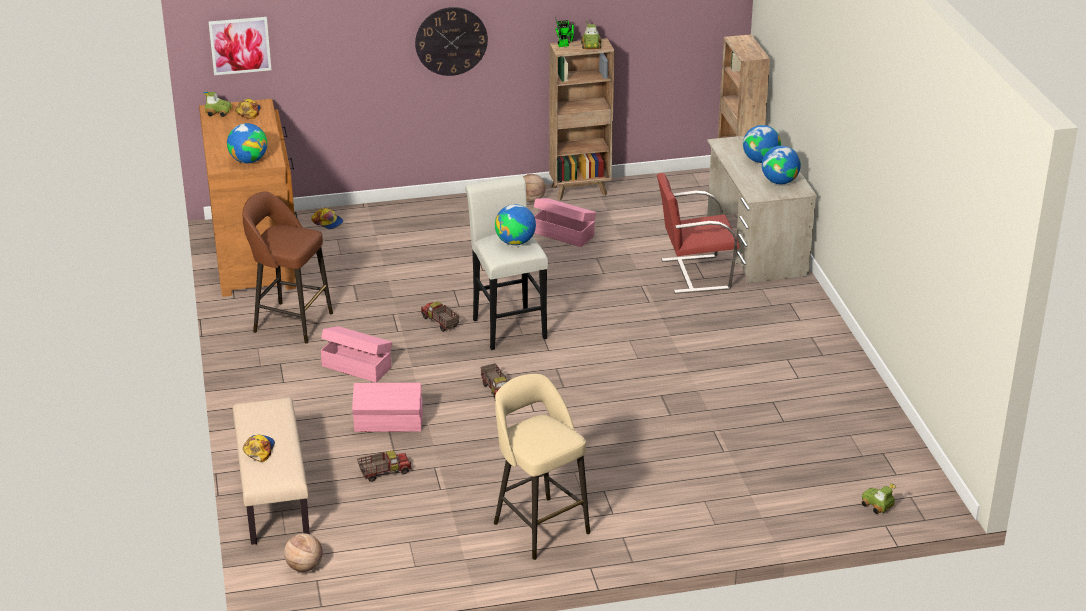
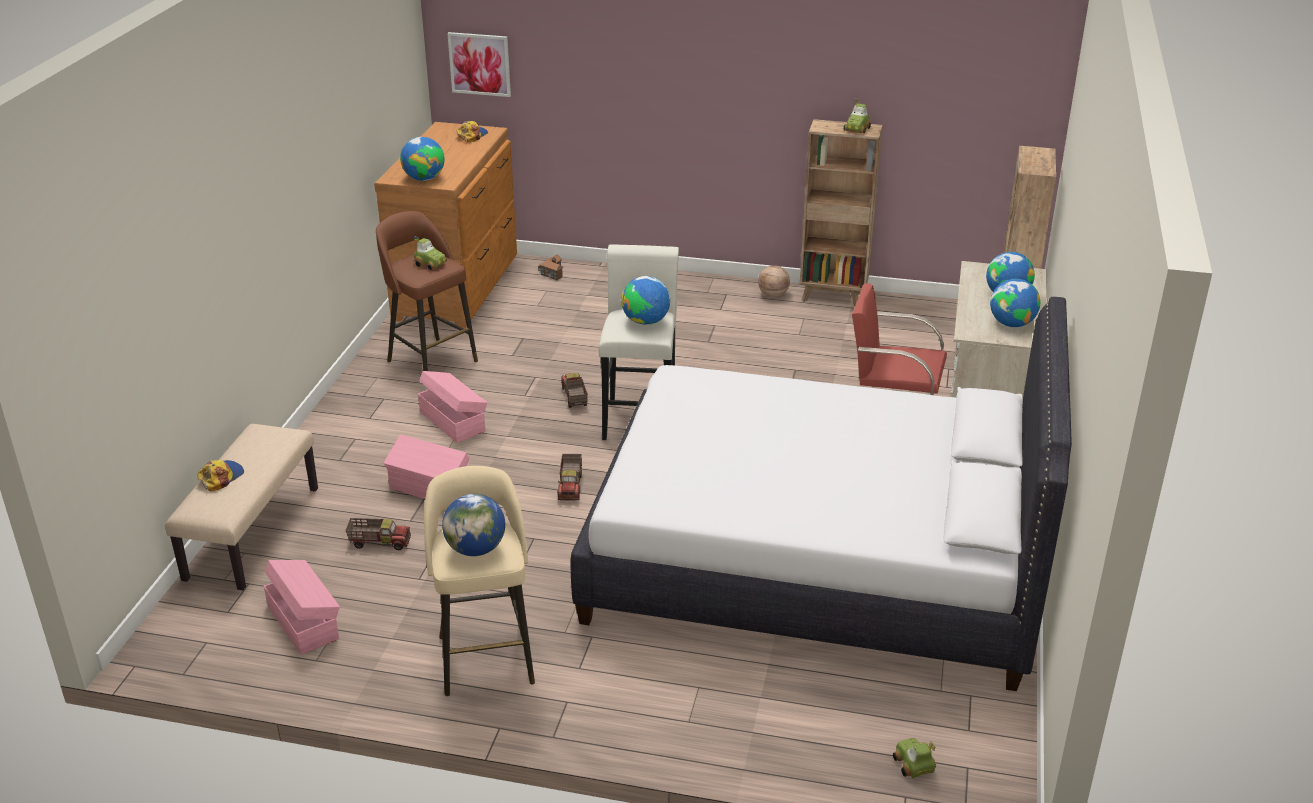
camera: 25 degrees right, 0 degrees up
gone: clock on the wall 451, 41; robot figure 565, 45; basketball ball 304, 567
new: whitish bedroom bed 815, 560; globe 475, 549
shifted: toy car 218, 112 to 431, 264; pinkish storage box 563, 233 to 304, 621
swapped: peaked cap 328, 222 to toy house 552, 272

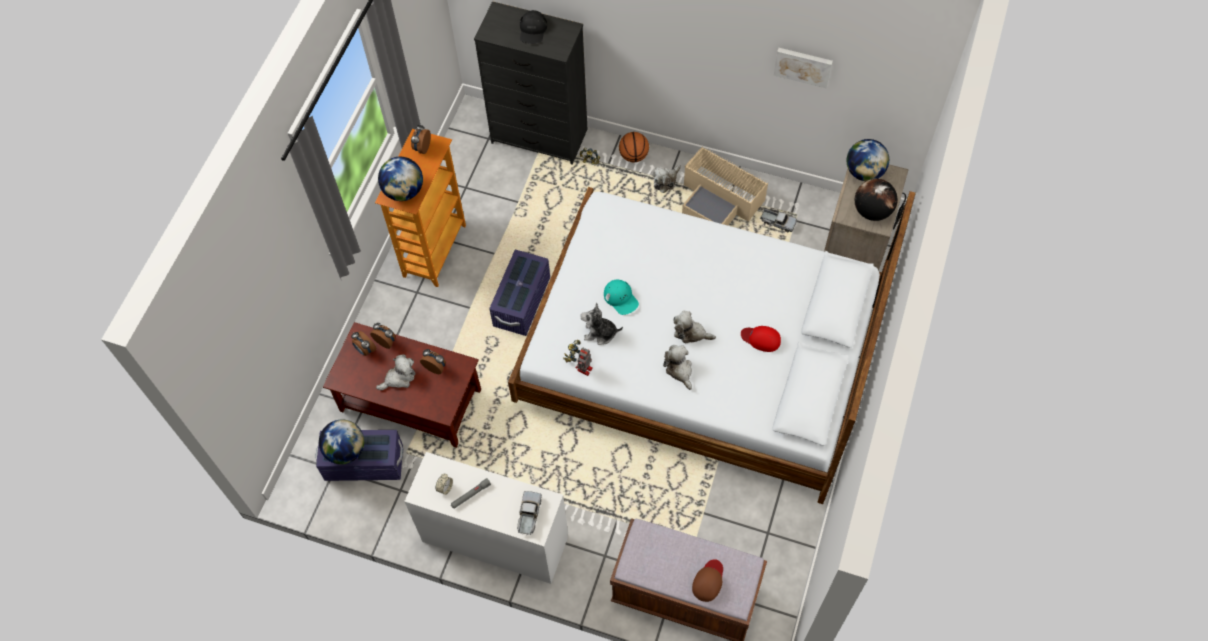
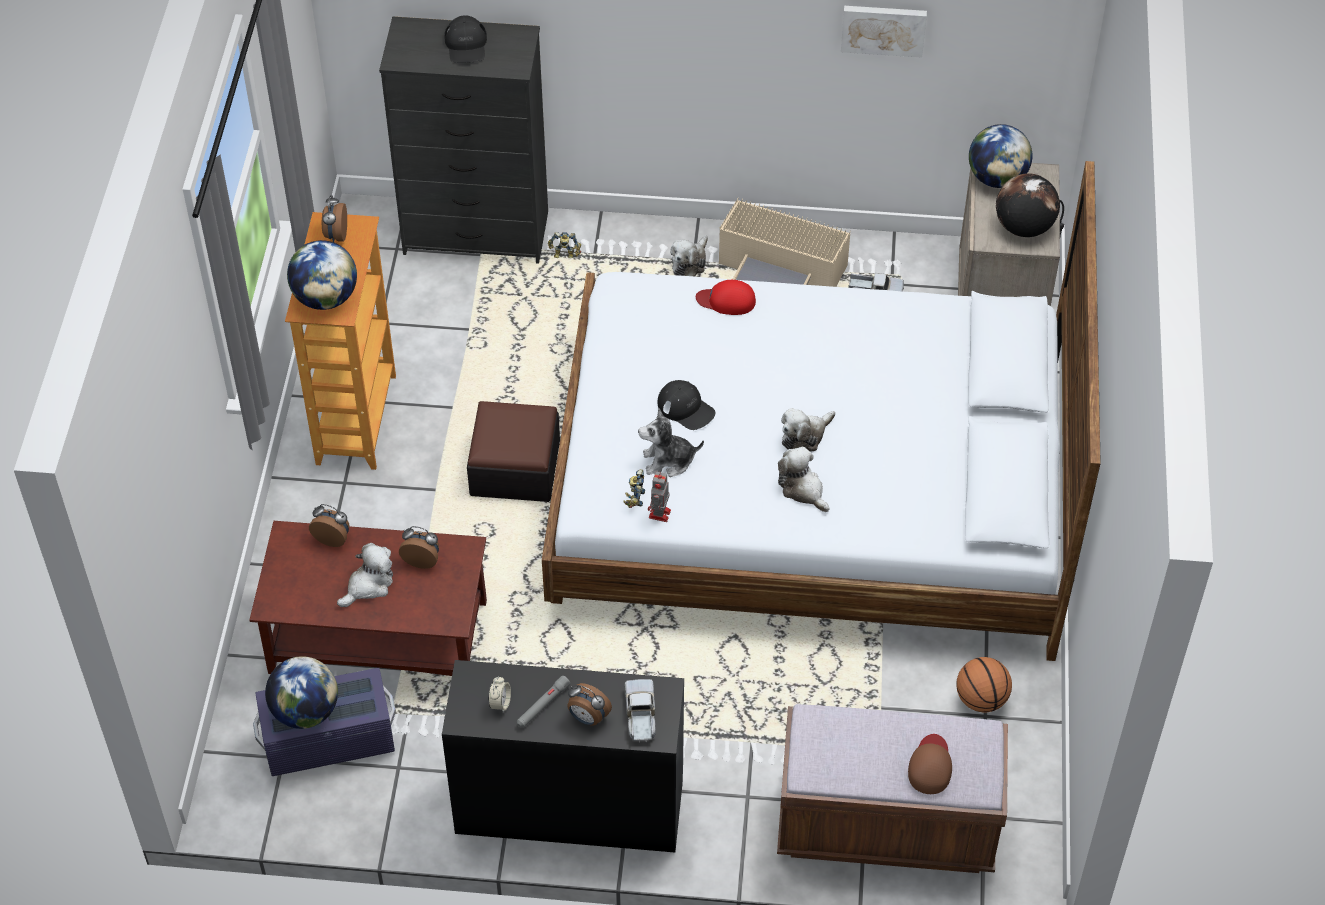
camera: 15 degrees left, 10 degrees down
shifted: basketball ball 633, 156 to 981, 699; red peaked cap 761, 339 to 727, 300; table clock 365, 350 to 588, 718
swapped: purplish storage box 521, 302 to ottoman 515, 468
repainted: turquoise-coloured peaked cap 621, 298 to black peaked cap 686, 408; whitish desk 495, 539 to black desk 569, 807
rotated: plush toy 691, 333 = 805, 436 45 degrees counterclockwise

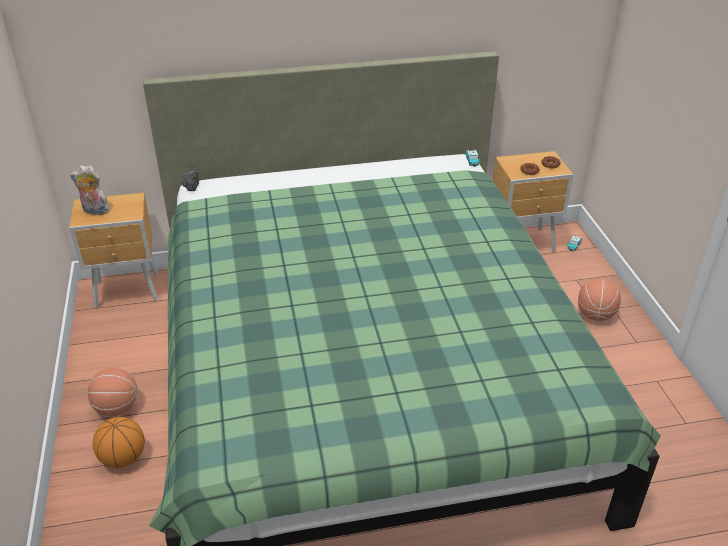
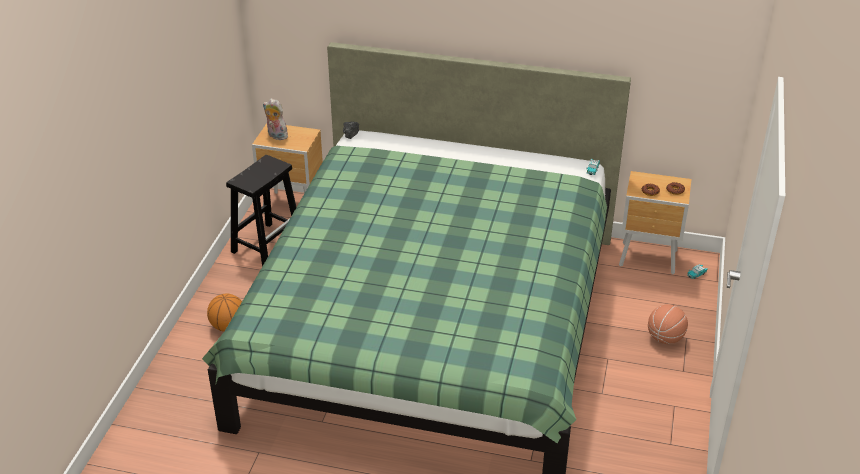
camera: 25 degrees right, 0 degrees up
gone: basketball ball 116, 407
new: black sitting stool 268, 244

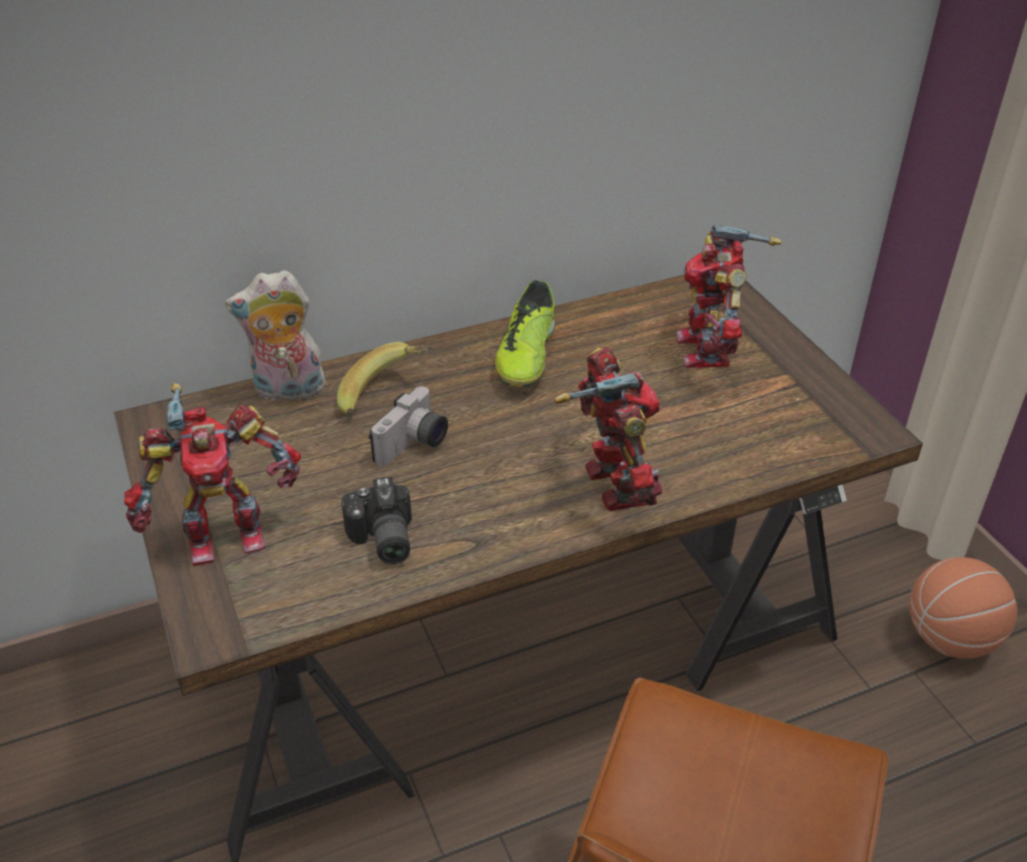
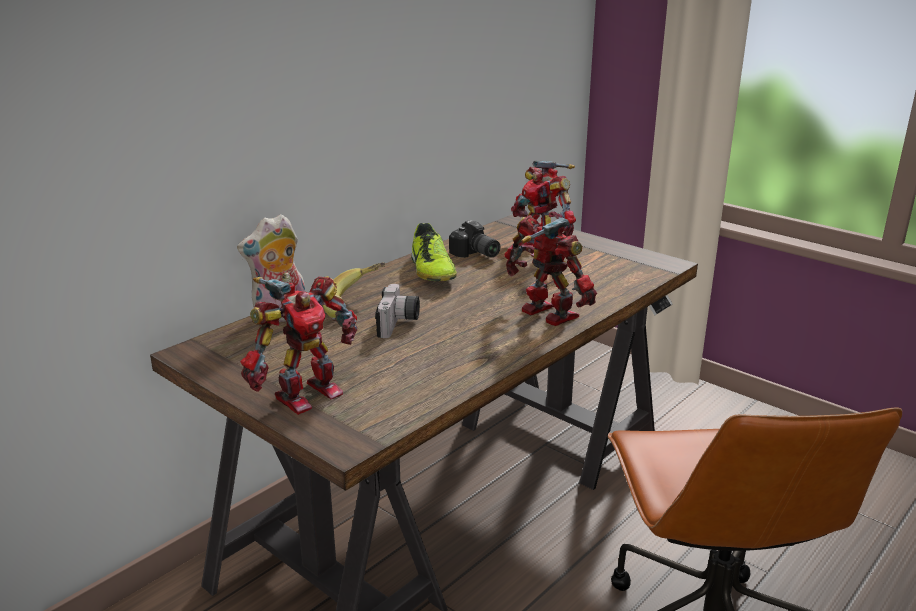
camera: 25 degrees left, 15 degrees down
gone: basketball ball 950, 638
shifted: still camera 381, 540 to 475, 254

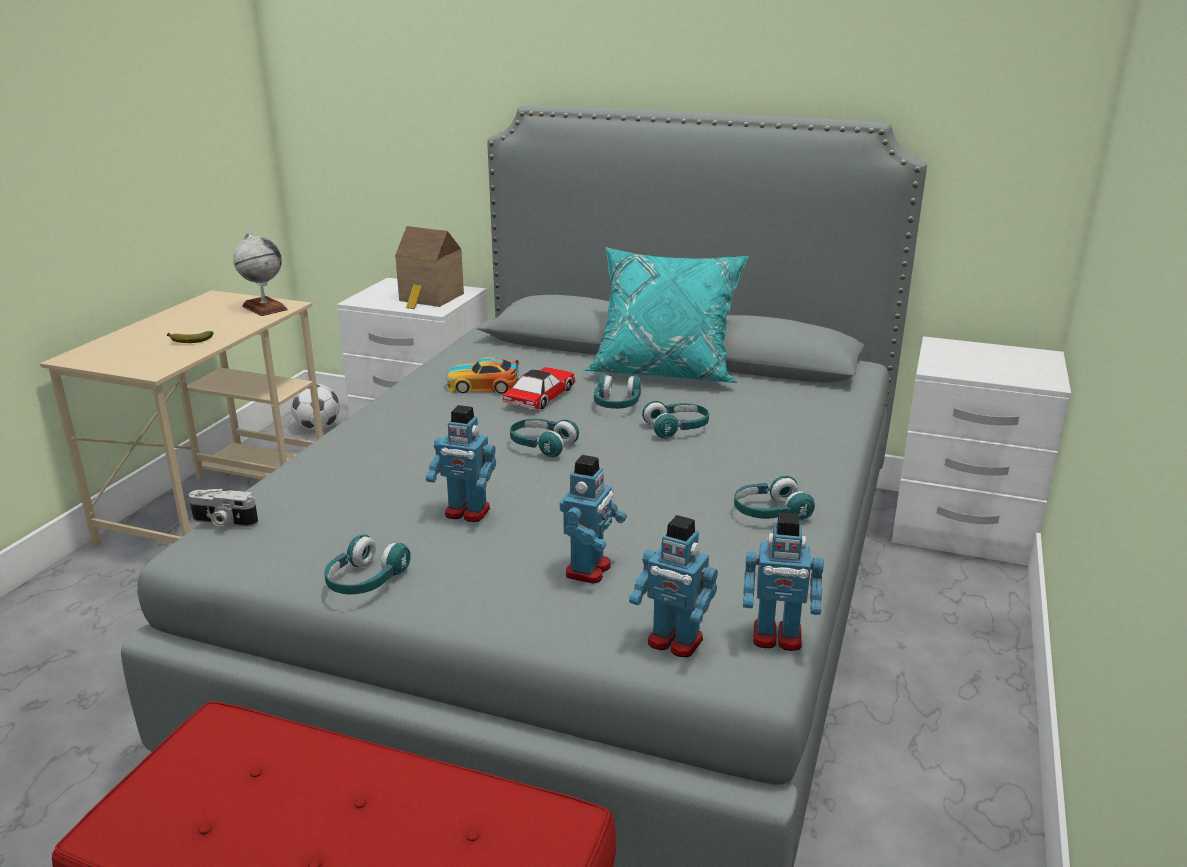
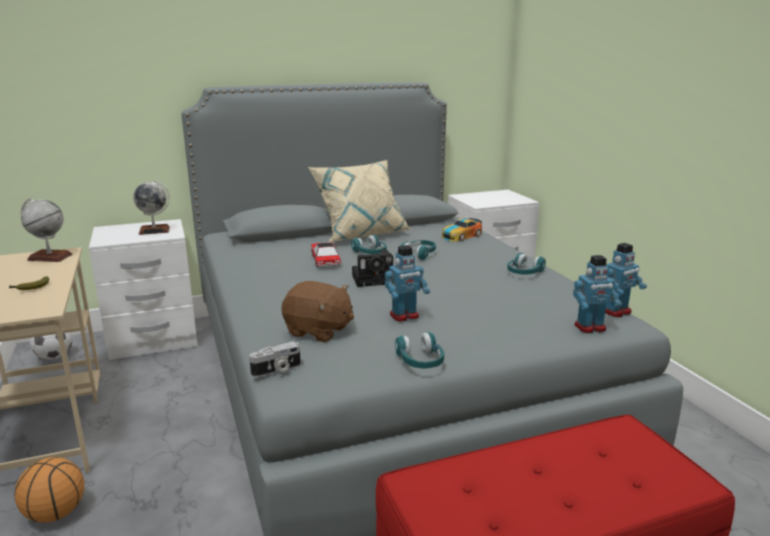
camera: 40 degrees left, 5 degrees down
gone: robot figure 589, 570
new: brown-coloured plush toy 318, 331; basketball ball 55, 513
shifted: toy car 483, 386 to 461, 236
swapped: toy house 430, 298 to globe 154, 230; turquoise-coloured pair of headphones 542, 446 to still camera 375, 279
repainted: turquoise-coloured pillow 665, 370 to beige-coloured pillow 361, 234

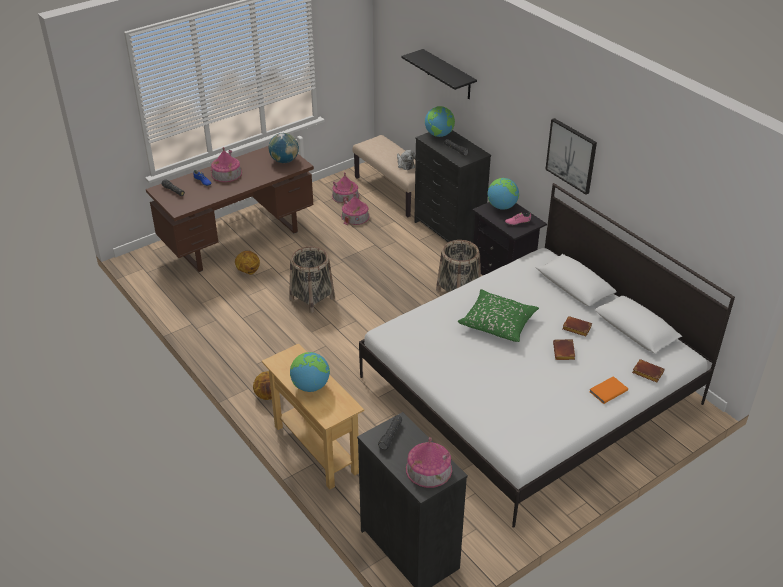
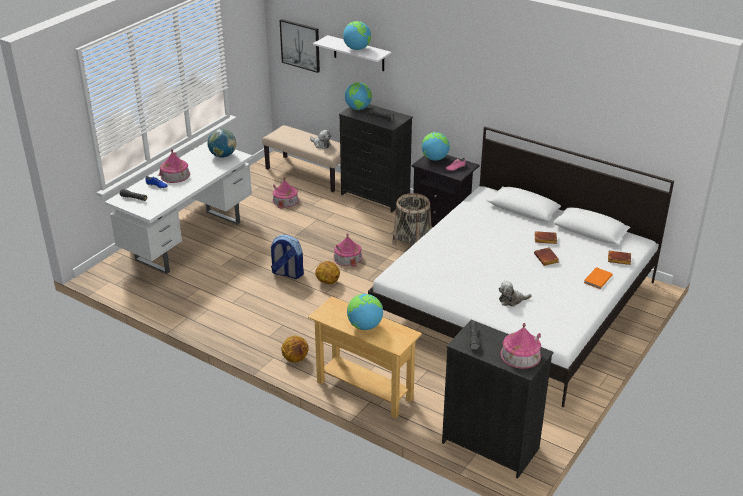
camera: 20 degrees left, 5 degrees down
gone: greenish pillow 498, 323
new: globe 357, 49; plush toy 512, 300
shifted: picture 571, 155 to 300, 45; toy house 345, 195 to 347, 257; basketball ball 248, 271 to 327, 282
swapped: household basket 312, 298 to rucksack 287, 273
repainted: black wall shelf 448, 75 to whitish wall shelf 359, 53; brown-coloured desk 238, 240 to whitish desk 188, 240

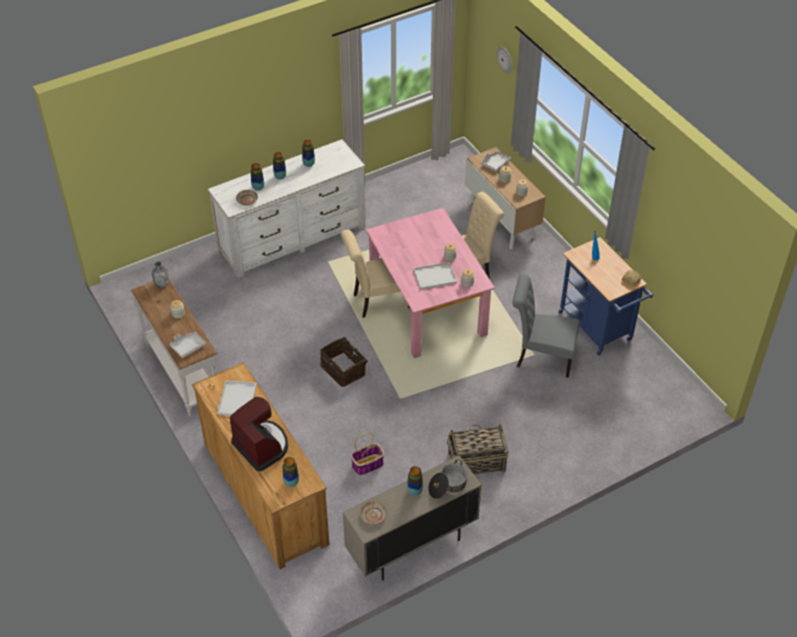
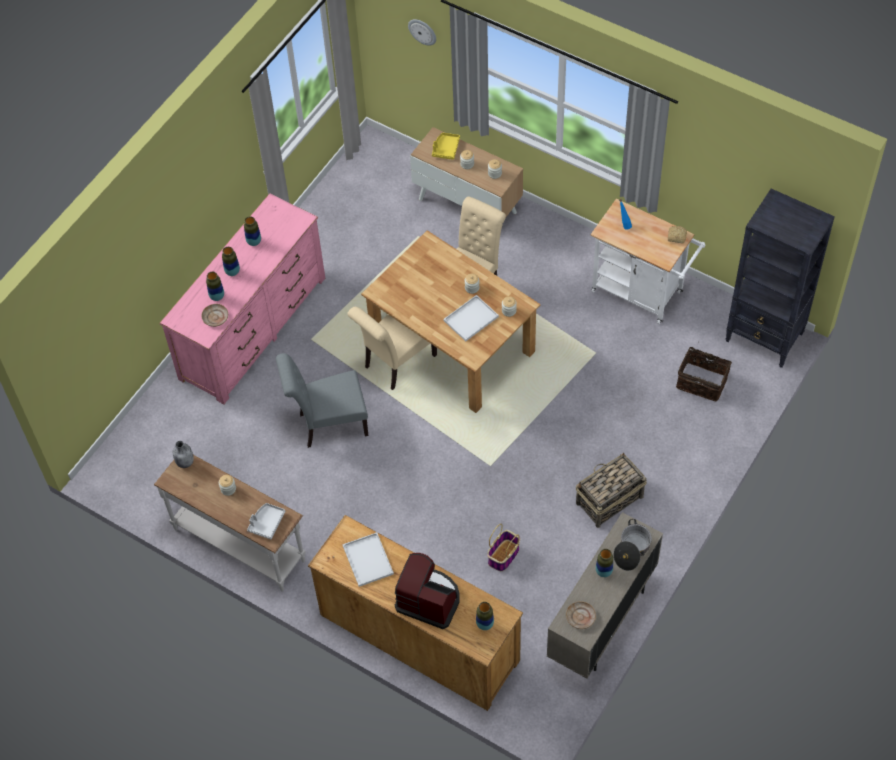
camera: 25 degrees left, 10 degrees up
new: black shelving unit 765, 337
shifted: grey plain chair 541, 357 to 328, 425; household basket 344, 369 to 702, 381
repainted: whitish drawer chest 292, 238 to pinkish drawer chest 253, 328; grey serving tray 495, 164 to yellow serving tray 445, 149; pinkish dining table 428, 307 to brown-coloured dining table 454, 346; bluish cart 598, 329 to whitish cart 642, 293

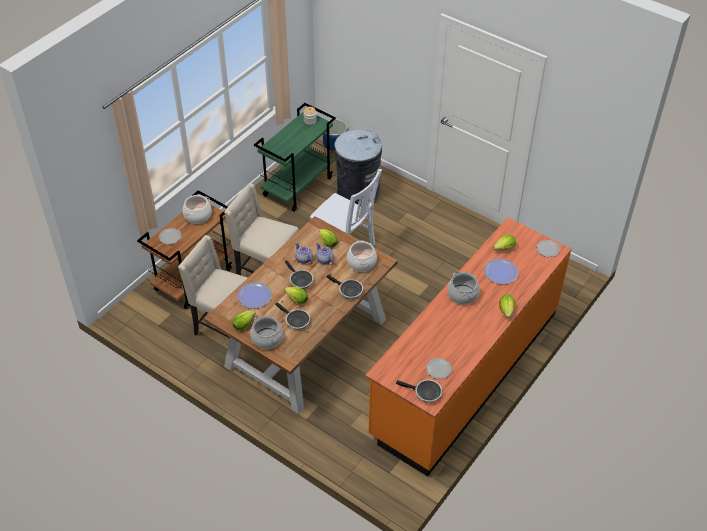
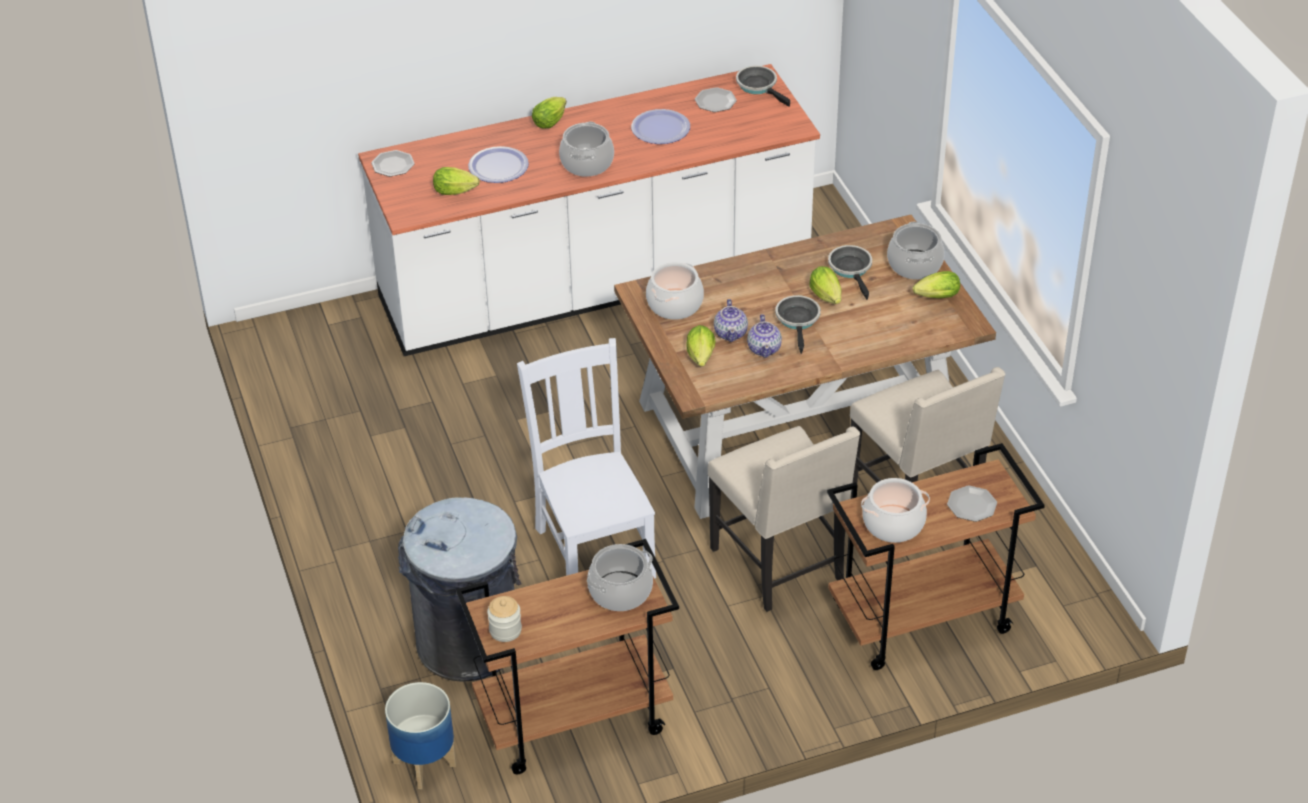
camera: 145 degrees left, 5 degrees down
gone: skillet 348, 291
new: saucepot 620, 592
shifted: plate 254, 296 to 661, 128
repainted: greenish cart 298, 186 to brown-coloured cart 572, 721; orange kitchen base unit 464, 373 to whitish kitchen base unit 595, 284

